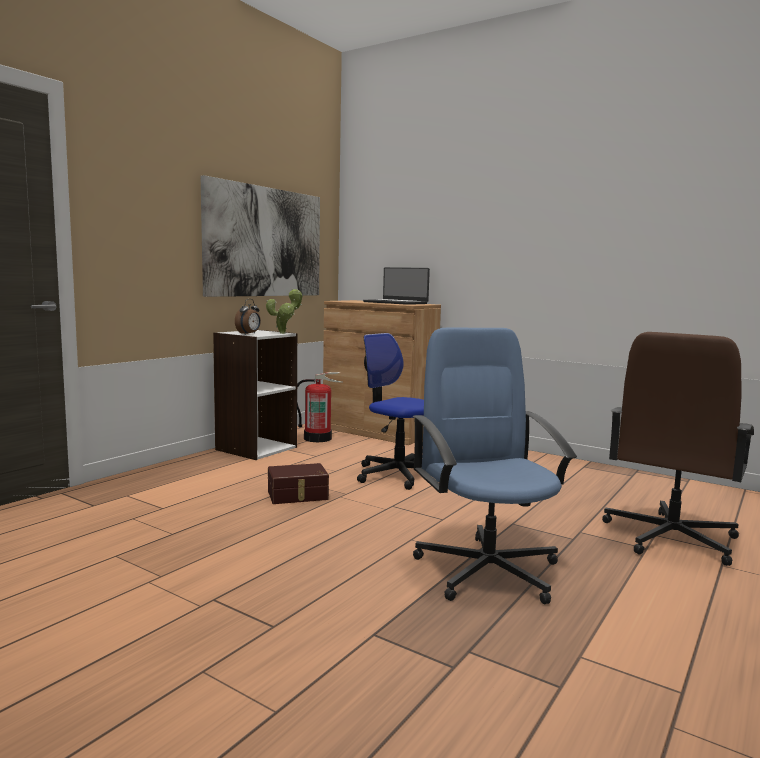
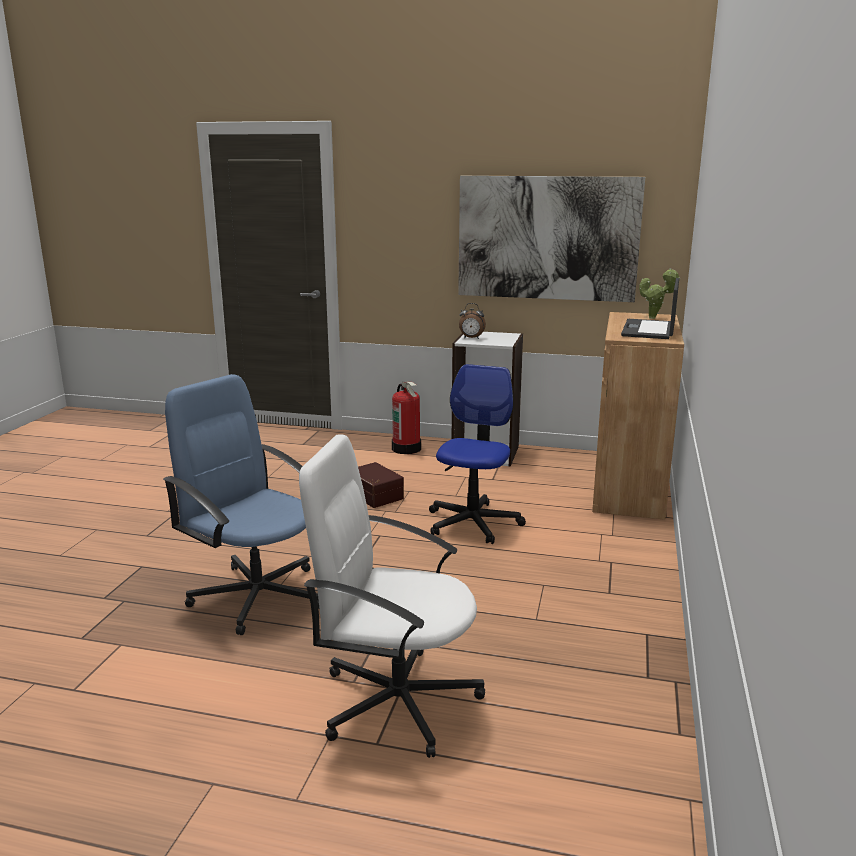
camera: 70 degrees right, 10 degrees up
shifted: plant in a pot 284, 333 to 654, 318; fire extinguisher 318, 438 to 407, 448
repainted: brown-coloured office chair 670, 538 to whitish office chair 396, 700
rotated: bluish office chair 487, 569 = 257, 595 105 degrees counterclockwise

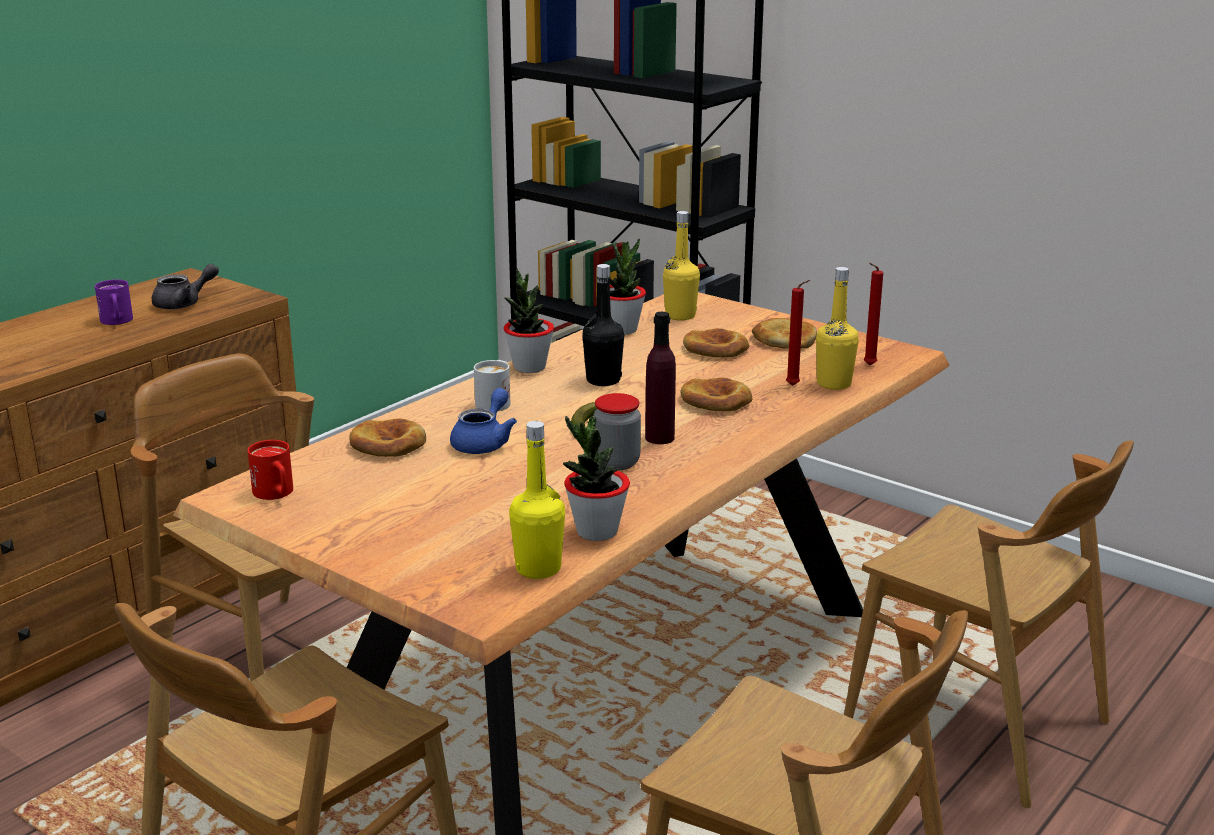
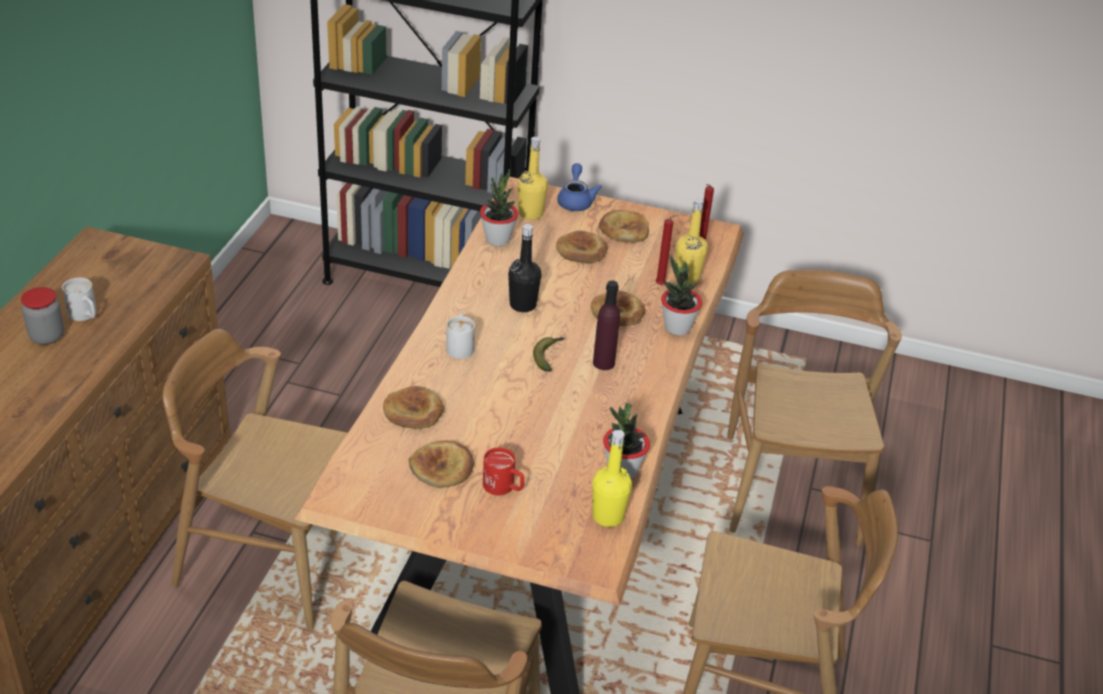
camera: 25 degrees left, 15 degrees up
gone: grey tea pot 184, 304
new: bread 442, 468
shifted: plant in a pot 529, 367 to 677, 328; bluish tea pot 484, 442 to 575, 200; storage jar 616, 463 to 47, 336; red coffee mug 276, 494 to 504, 488
repainted: purplish coffee mug 117, 322 to whitish coffee mug 85, 315
rotated: brown-coloured plain chair 976, 723 = 791, 489 105 degrees counterclockwise

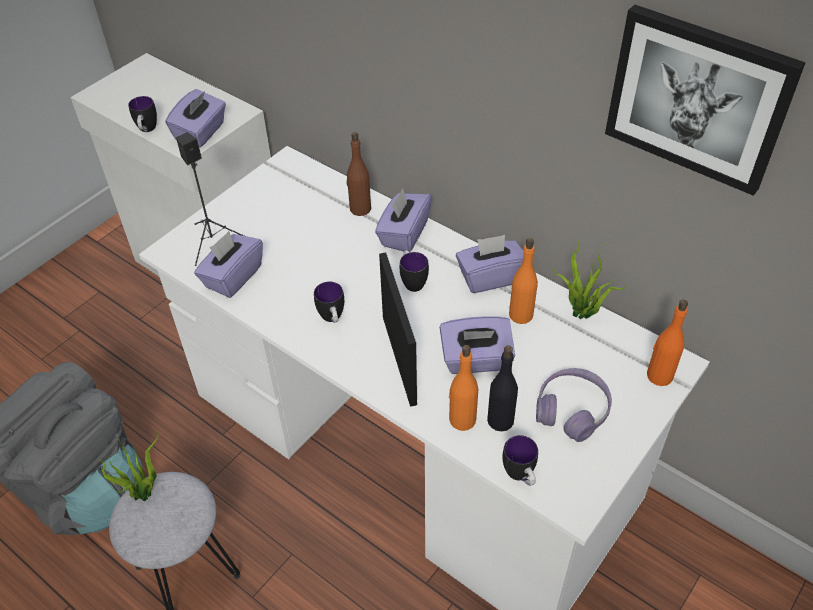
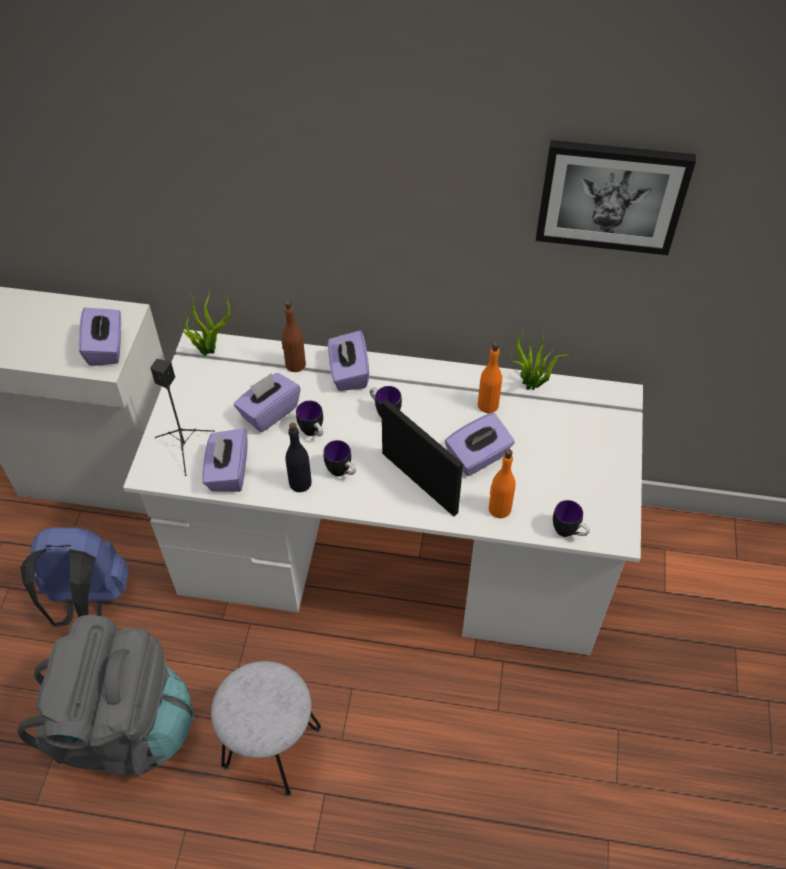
camera: 30 degrees left, 5 degrees up
gone: orange drink bottle 659, 376; purplish pair of headphones 571, 410
new: bluish rucksack 87, 601
shifted: coffee mug 147, 130 to 313, 433; purplish tissue box 490, 277 to 269, 412; black drink bottle 500, 420 to 300, 483; plant in a pot 145, 494 to 210, 349

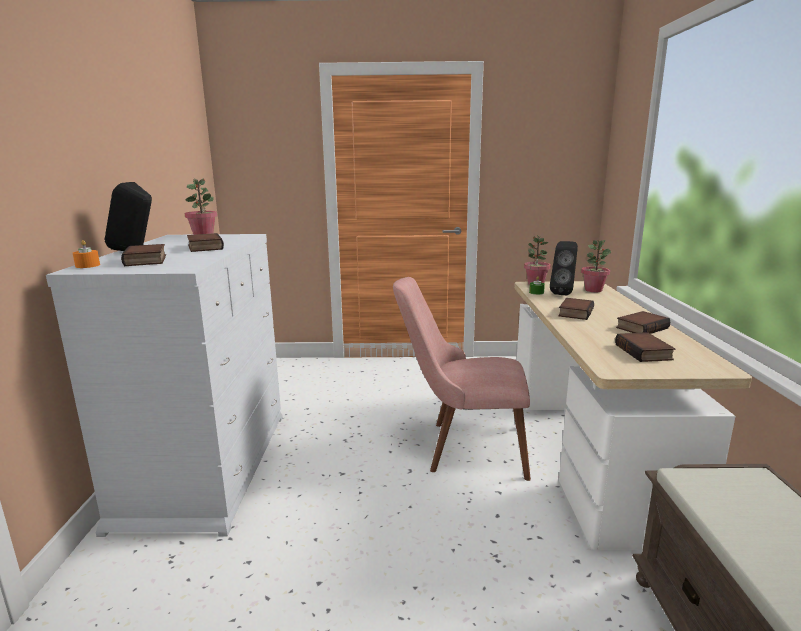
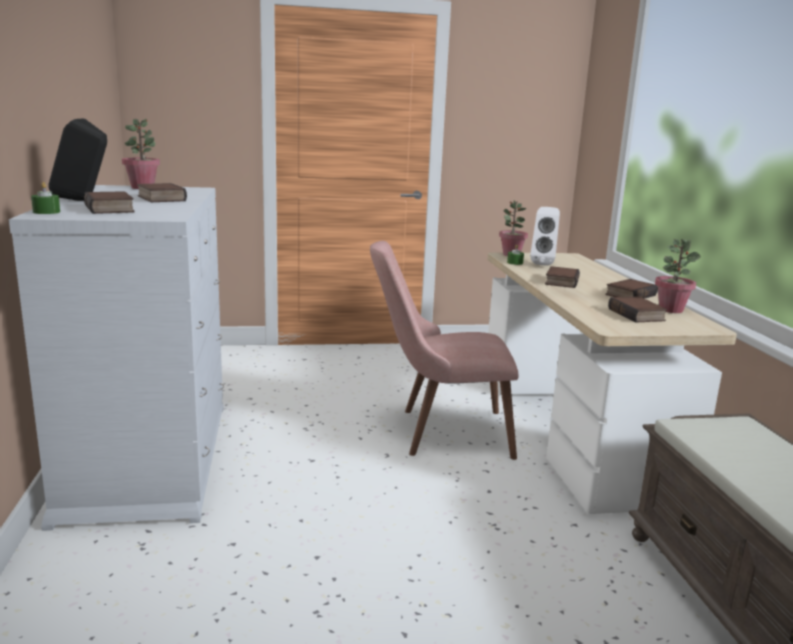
camera: 10 degrees left, 0 degrees up
shifted: plant in a pot 593, 290 to 670, 309
repainted: orange wax light 87, 265 to greenish wax light 46, 212; black audio speaker 563, 293 to whitish audio speaker 543, 264

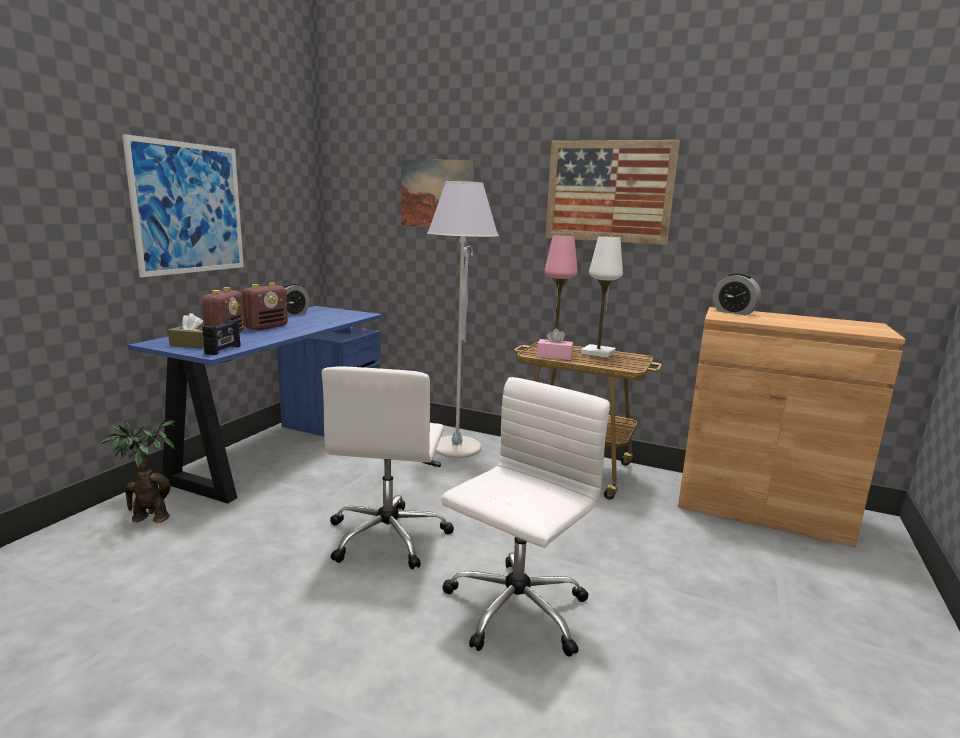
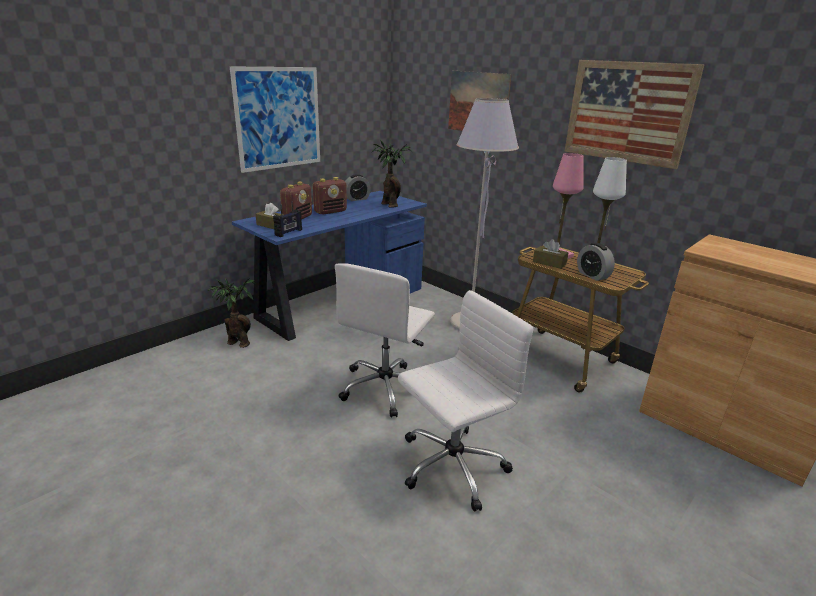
camera: 20 degrees right, 10 degrees up
new: plant in a pot 389, 205
shifted: table clock 734, 312 to 592, 275
repainted: pinkish tissue box 554, 356 to brown-coloured tissue box 549, 263

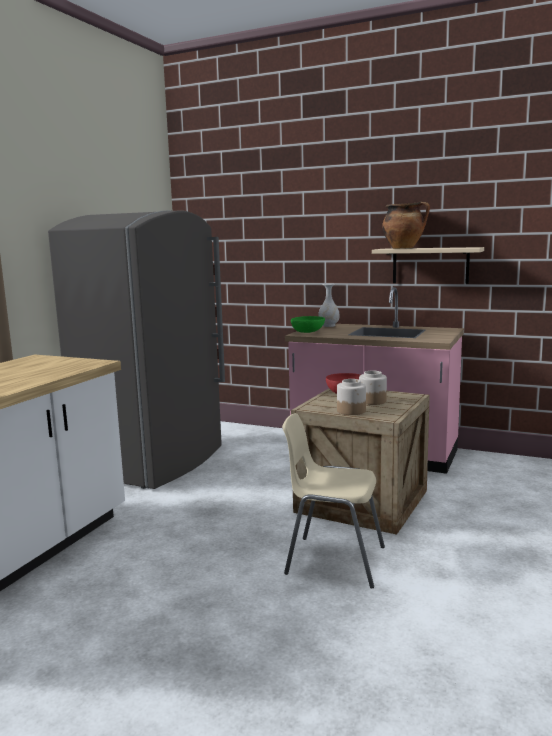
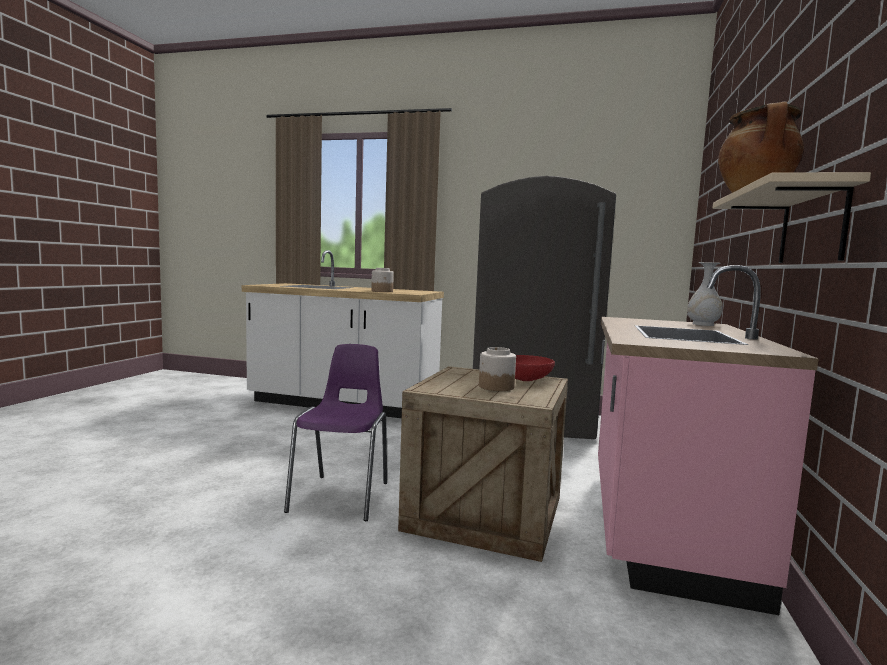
camera: 80 degrees right, 5 degrees down
gone: greenish bowl 308, 332
shifted: storage jar 351, 411 to 382, 291
repainted: beige-coloured plain chair 333, 560 to purplish plain chair 342, 496

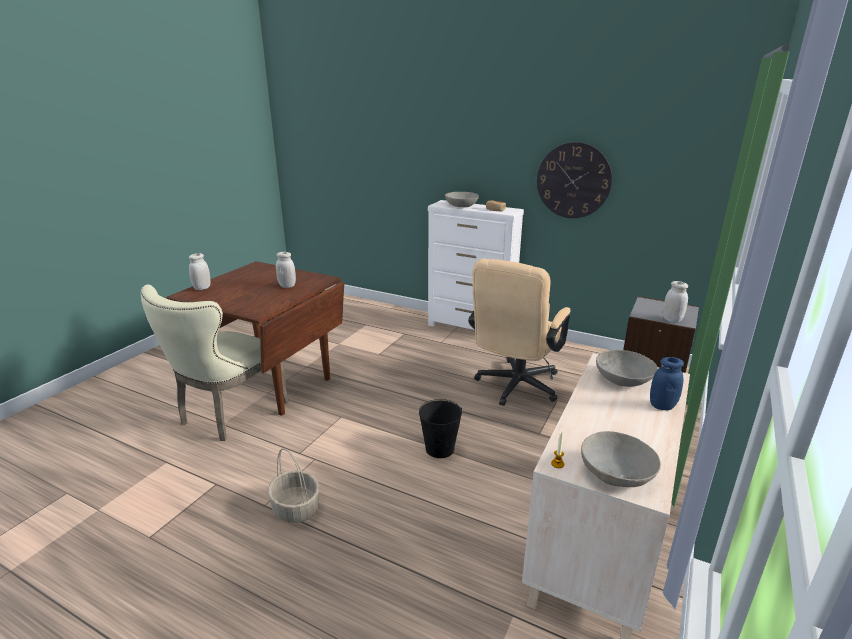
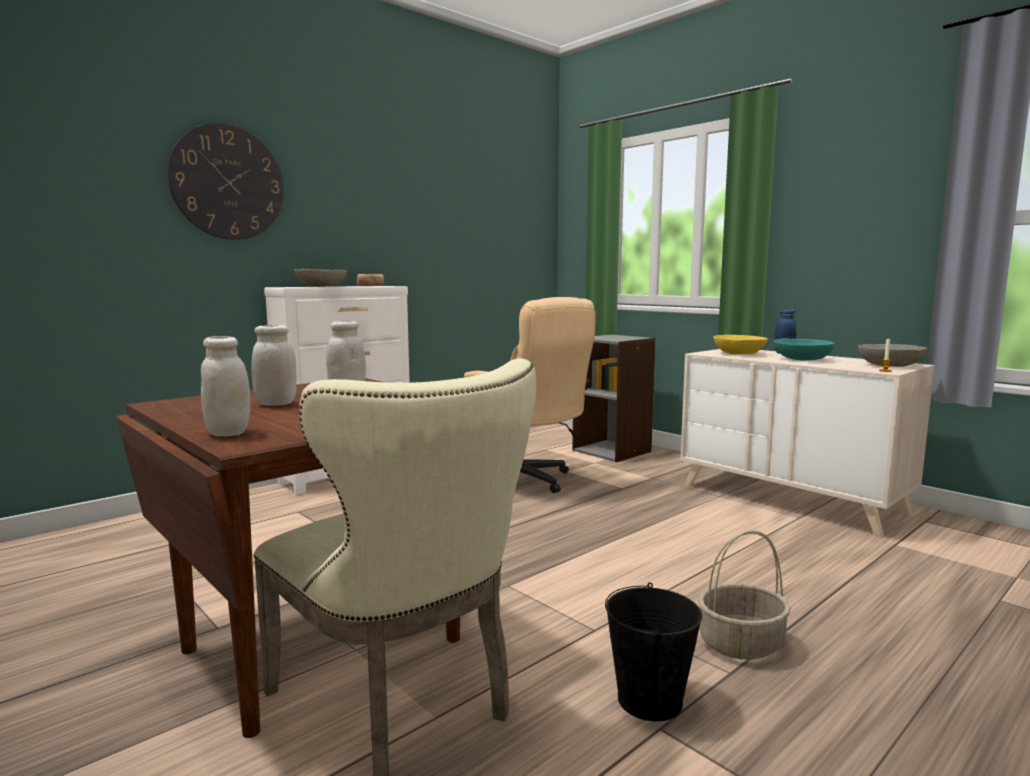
camera: 70 degrees left, 15 degrees down
new: turquoise-coloured bowl 801, 359
shifted: clock on the wall 573, 180 to 228, 182; whitish storage jar 672, 320 to 276, 404; black bucket 440, 449 to 650, 700
repainted: grey bowl 623, 379 to yellow bowl 739, 354

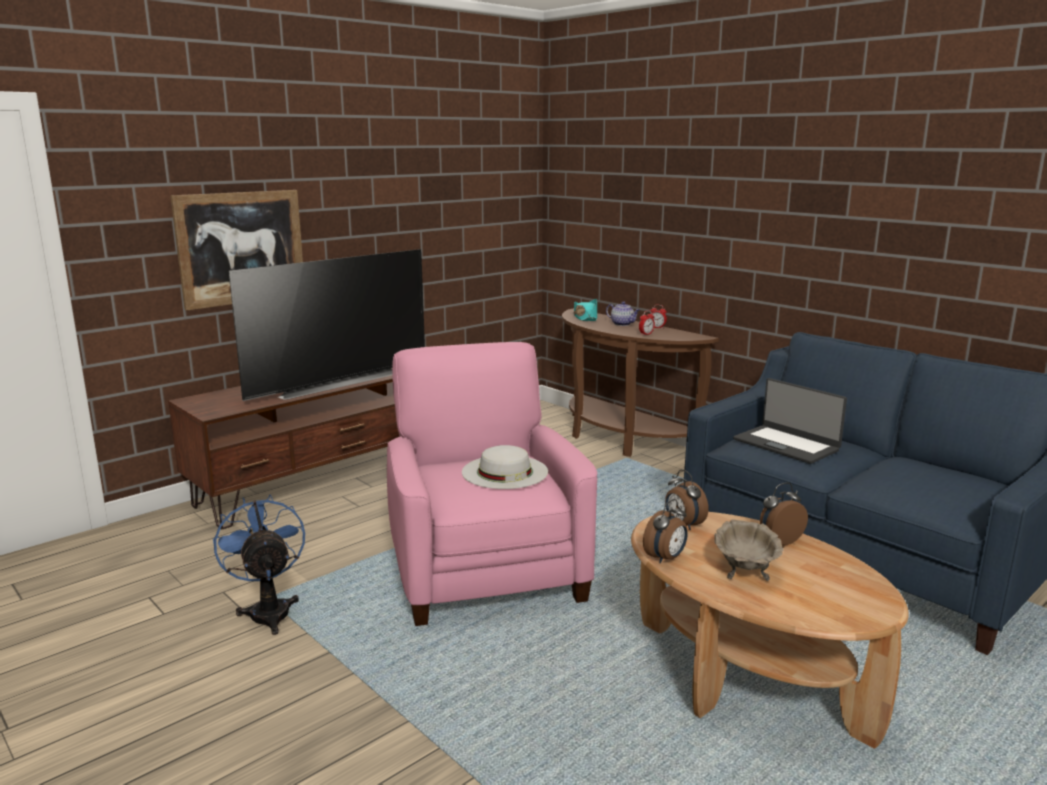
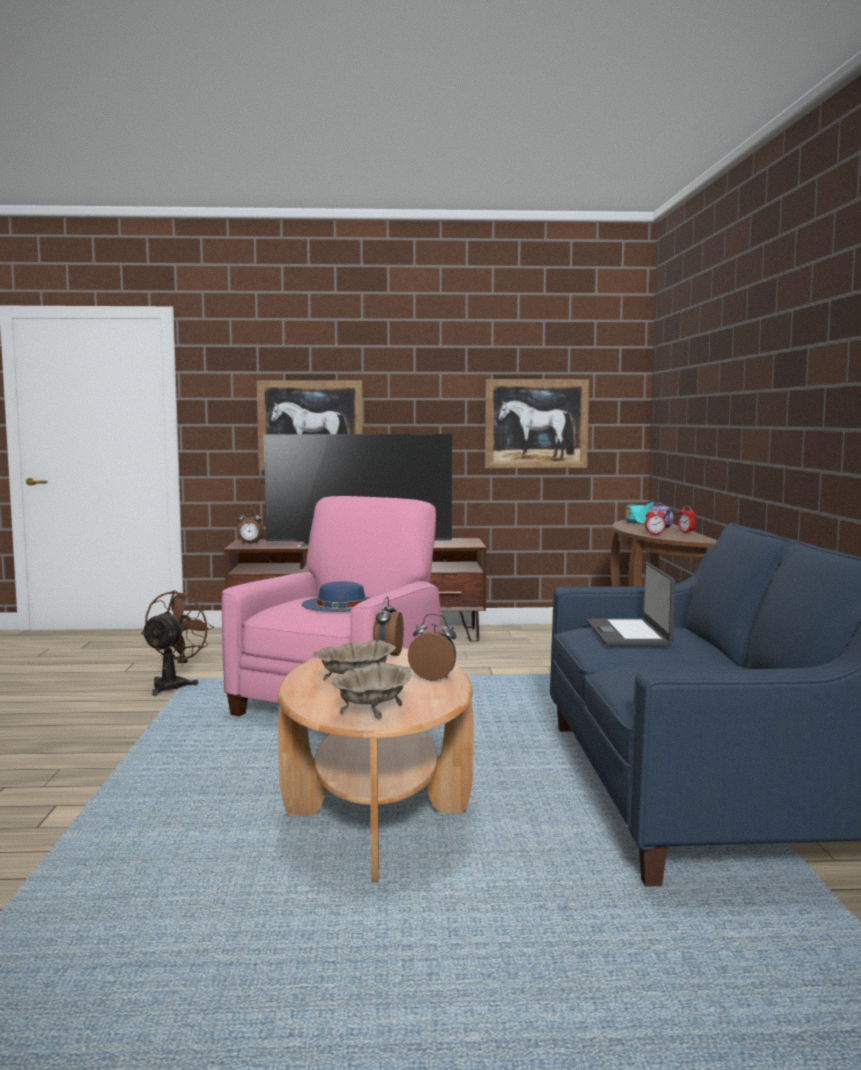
camera: 40 degrees right, 10 degrees down
new: picture 536, 423; beige-coloured bowl 372, 710
shifted: table clock 666, 558 to 250, 543
repainted: whitish hat 505, 472 to bluish hat 341, 604; bluish electric fan 268, 610 to brown-coloured electric fan 174, 685

